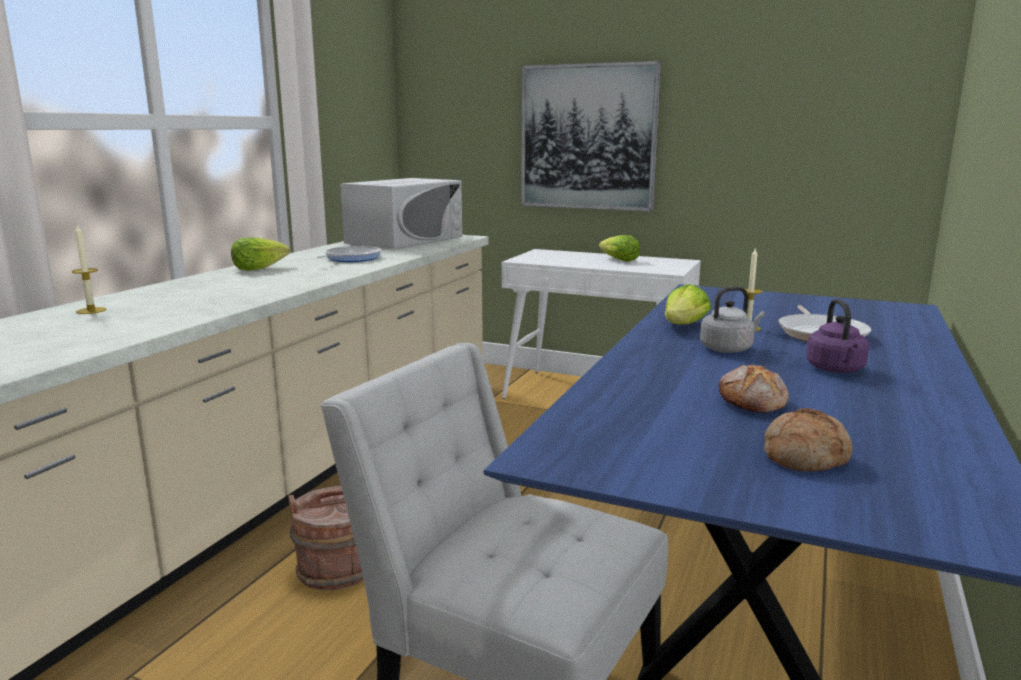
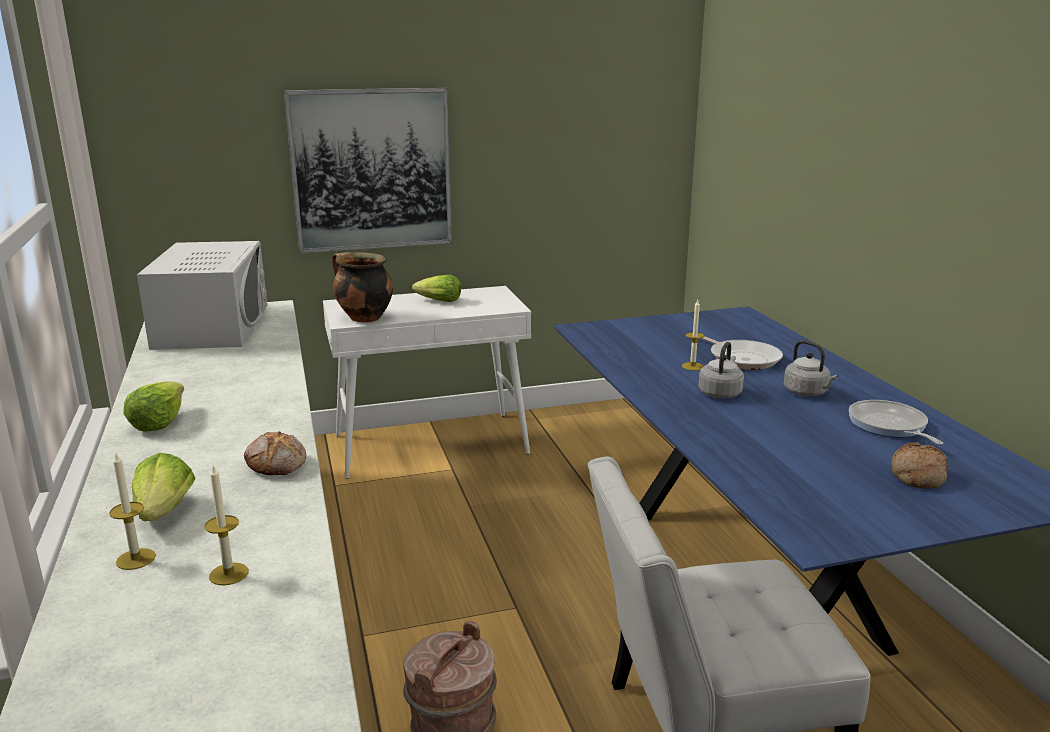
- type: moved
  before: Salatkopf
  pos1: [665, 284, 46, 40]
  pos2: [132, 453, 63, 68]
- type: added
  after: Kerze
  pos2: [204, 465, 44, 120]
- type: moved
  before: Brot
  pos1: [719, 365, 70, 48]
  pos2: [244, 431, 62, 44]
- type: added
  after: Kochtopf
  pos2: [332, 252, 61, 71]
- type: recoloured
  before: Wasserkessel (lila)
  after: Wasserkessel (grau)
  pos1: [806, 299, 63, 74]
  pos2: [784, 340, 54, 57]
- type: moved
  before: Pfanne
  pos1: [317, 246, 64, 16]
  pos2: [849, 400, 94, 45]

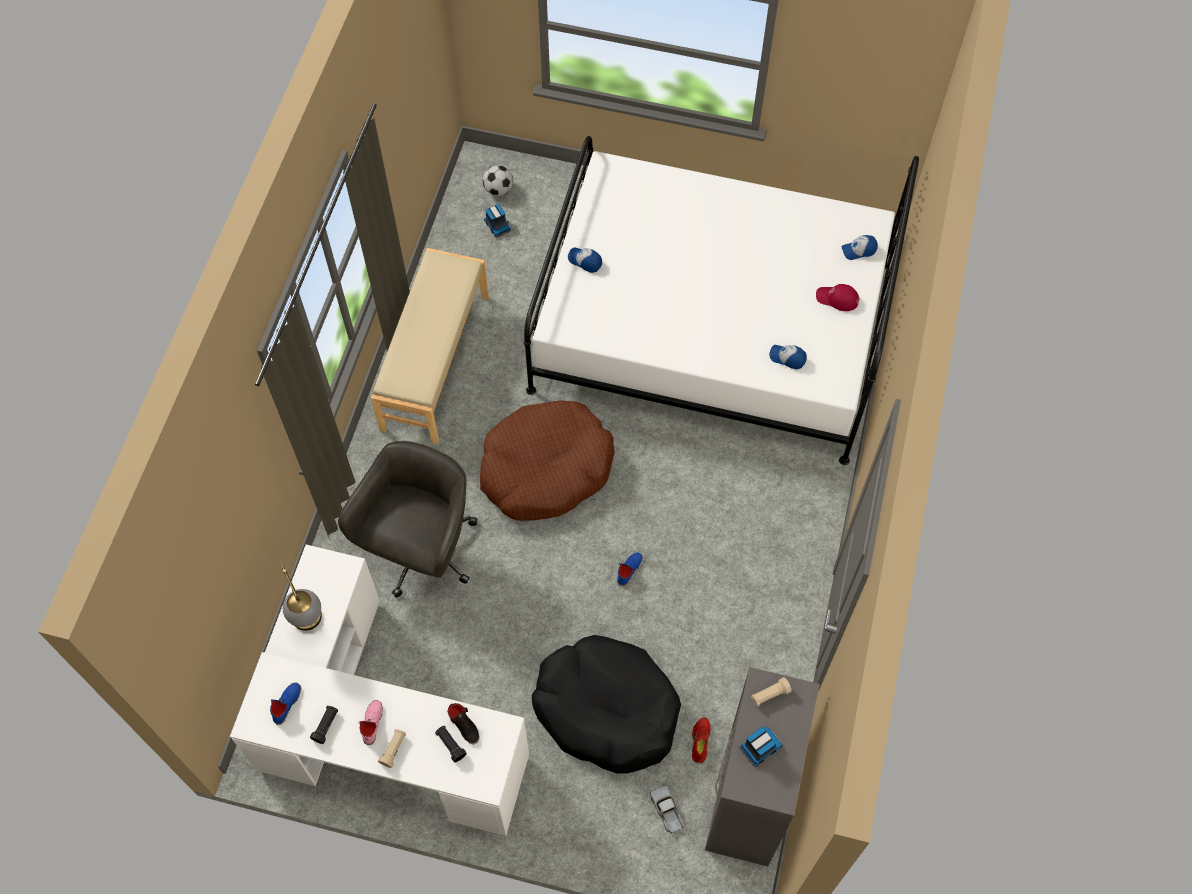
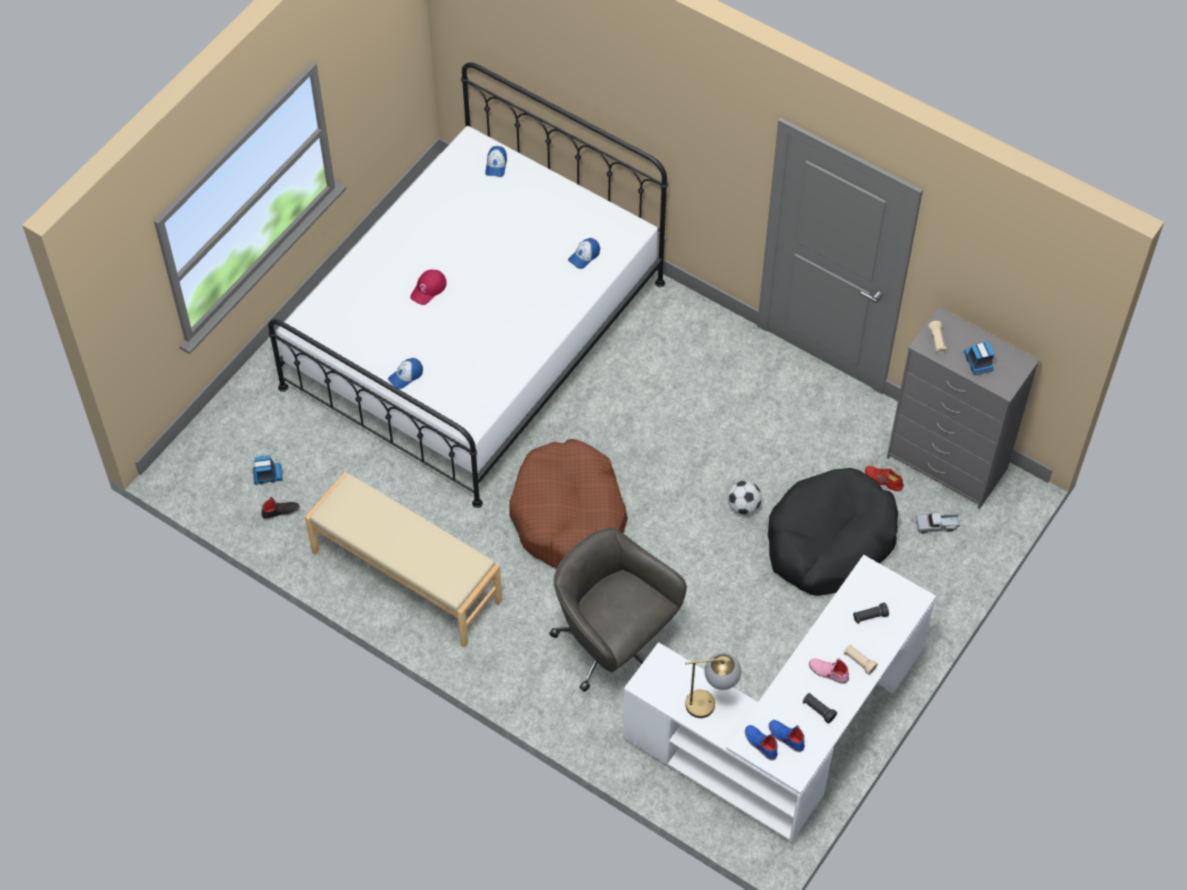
- type: moved
  before: Schuh (schwarz)
  pos1: [448, 703, 32, 41]
  pos2: [262, 497, 38, 23]
- type: moved
  before: Kappe (rot)
  pos1: [816, 284, 43, 27]
  pos2: [410, 270, 37, 35]
- type: moved
  before: Fußball
  pos1: [483, 165, 30, 31]
  pos2: [727, 480, 35, 35]
- type: moved
  before: Schuh (blau)
  pos1: [617, 552, 26, 34]
  pos2: [745, 725, 33, 35]

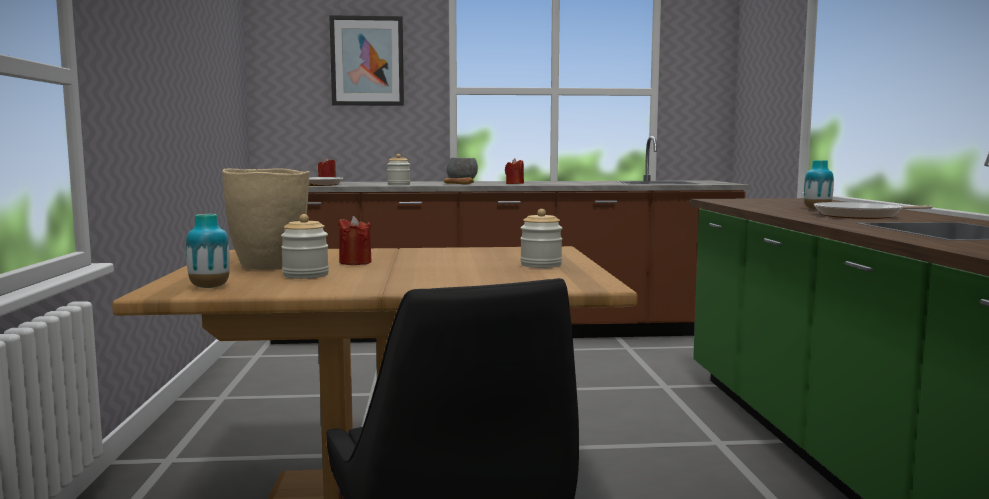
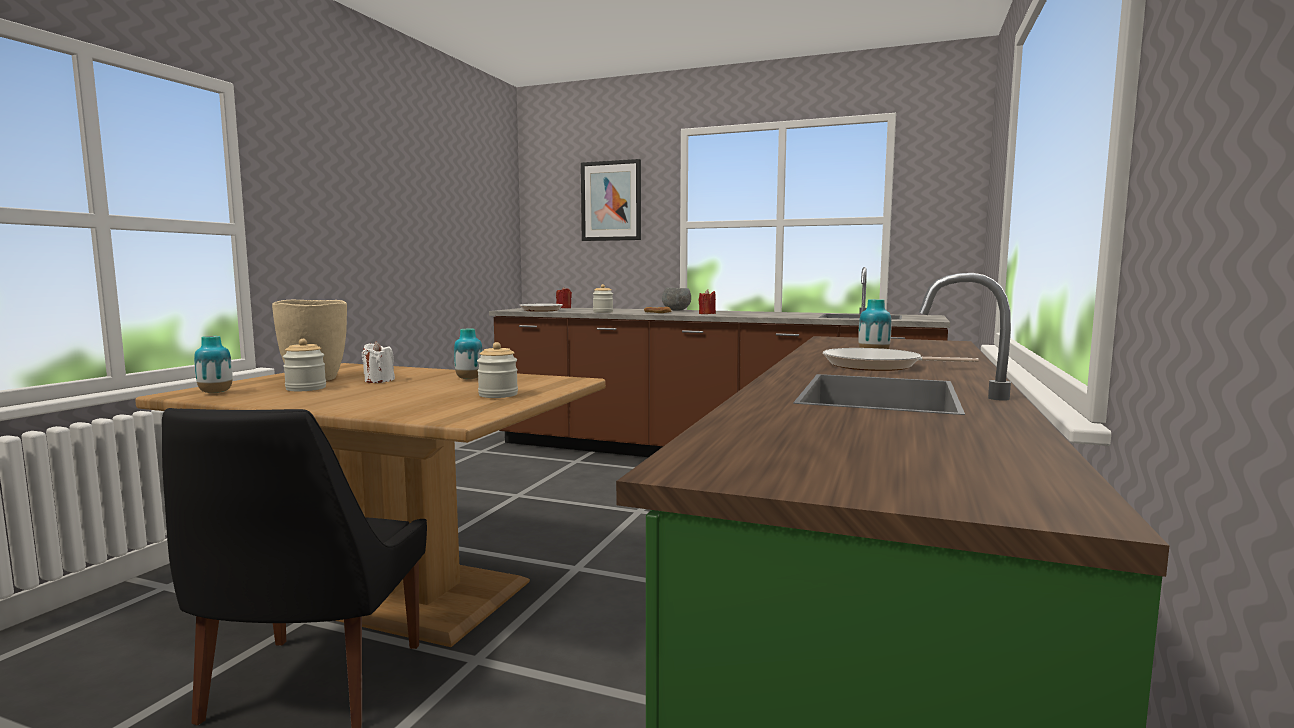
- type: recoloured
  before: Kerze (rot)
  after: Kerze (weiß)
  pos1: [338, 216, 34, 49]
  pos2: [362, 341, 33, 42]
- type: added
  after: Vase
  pos2: [454, 329, 29, 50]

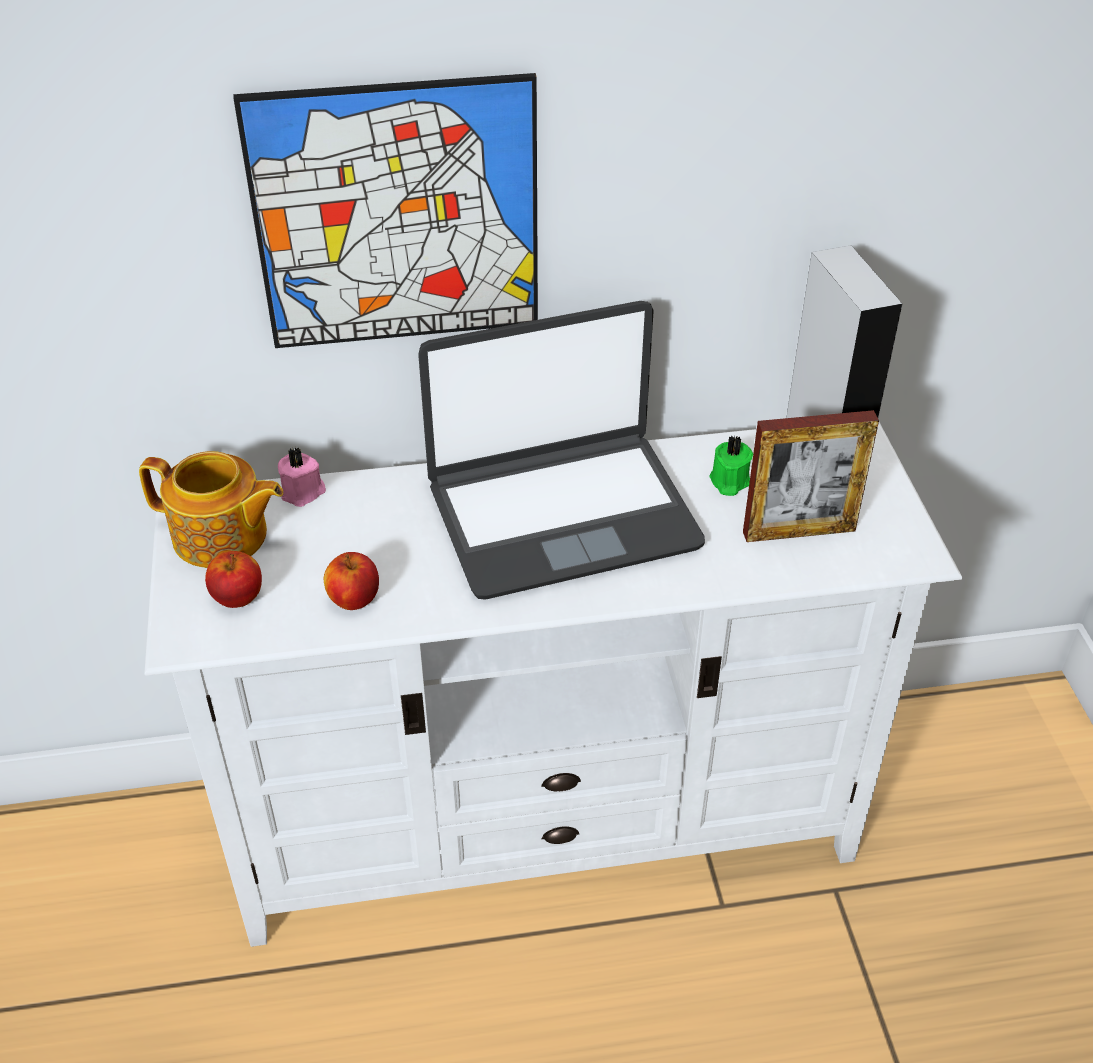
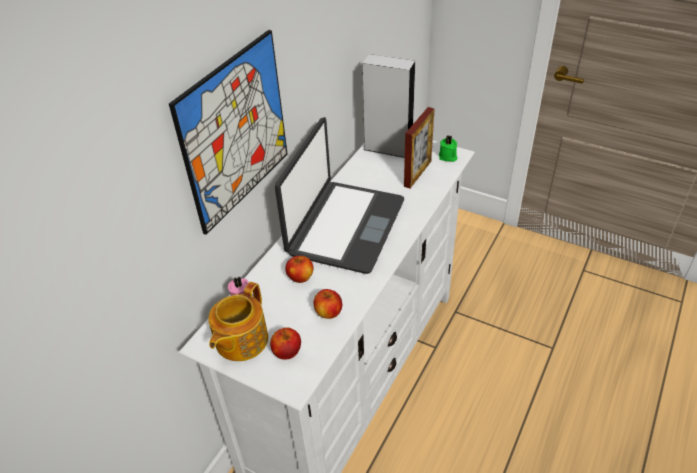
- type: turned
  before: Teekanne
  pos1: [139, 451, 144, 117]
  pos2: [208, 282, 60, 79]
  turn: 150
- type: added
  after: Apfel
  pos2: [285, 256, 28, 27]
- type: moved
  before: Kerze (grün)
  pos1: [709, 435, 44, 61]
  pos2: [439, 135, 19, 27]

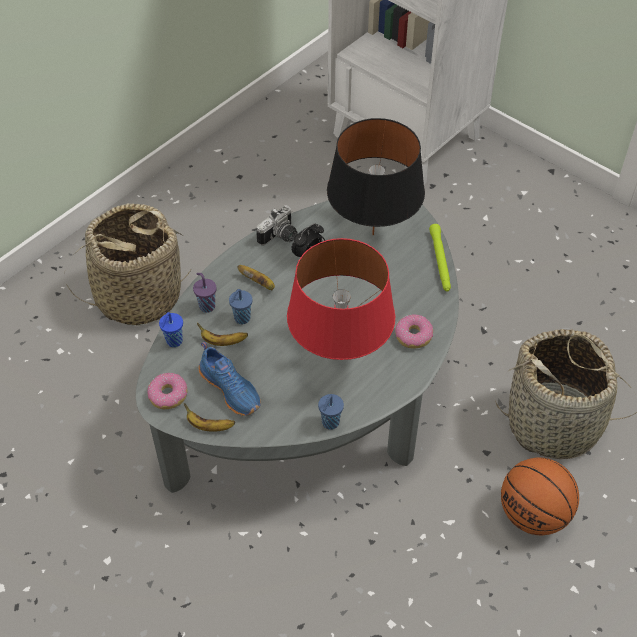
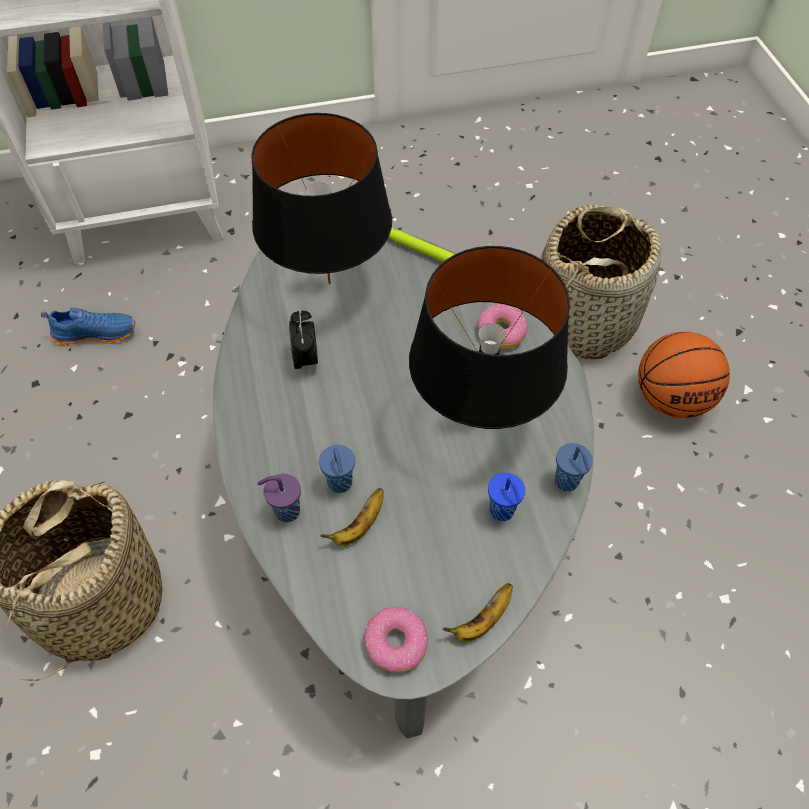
- type: moved
  before: Schuh (blau)
  pos1: [199, 342, 62, 74]
  pos2: [41, 307, 94, 38]
- type: recoloured
  before: Tischlampe (rot)
  after: Tischlampe (schwarz)
  pos1: [287, 238, 108, 122]
  pos2: [409, 246, 161, 183]
- type: moved
  before: Tasse (blau)
  pos1: [159, 312, 24, 35]
  pos2: [488, 473, 37, 48]
- type: removed
  before: Banane
  pos1: [237, 265, 38, 25]
- type: removed
  before: Kamera
  pos1: [256, 205, 42, 40]

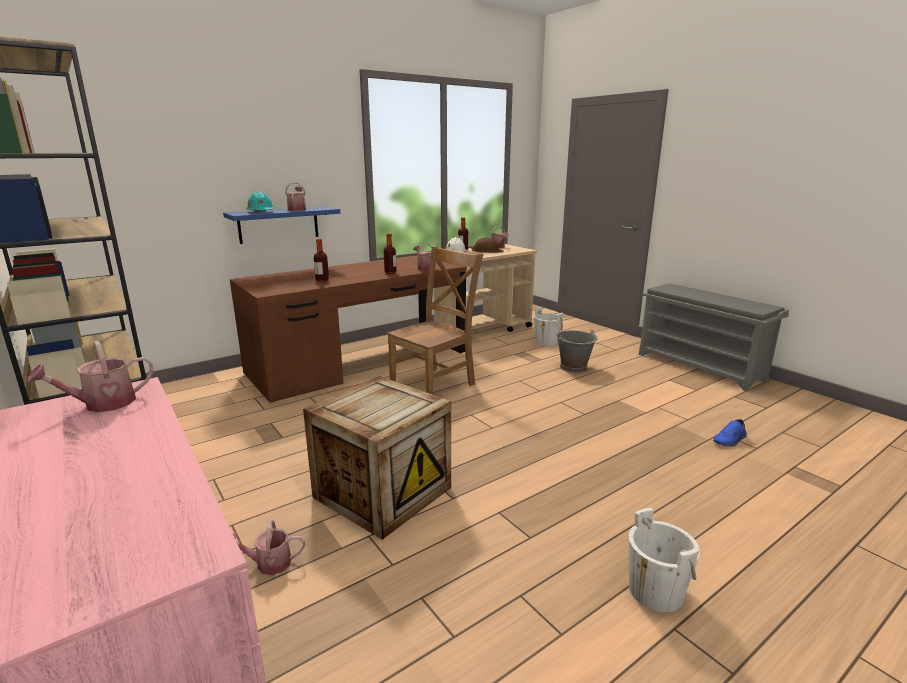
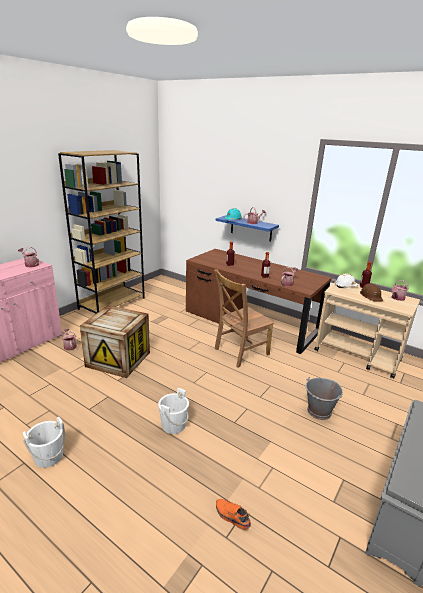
- type: moved
  before: Eimer (weiß)
  pos1: [534, 307, 29, 39]
  pos2: [158, 388, 31, 46]
- type: turned
  before: Stuhl (braun)
  pos1: [387, 246, 96, 148]
  pos2: [214, 269, 60, 99]
  turn: 120
- type: recoloured
  before: Schuh (blau)
  after: Schuh (orange)
  pos1: [713, 419, 34, 28]
  pos2: [216, 499, 35, 31]

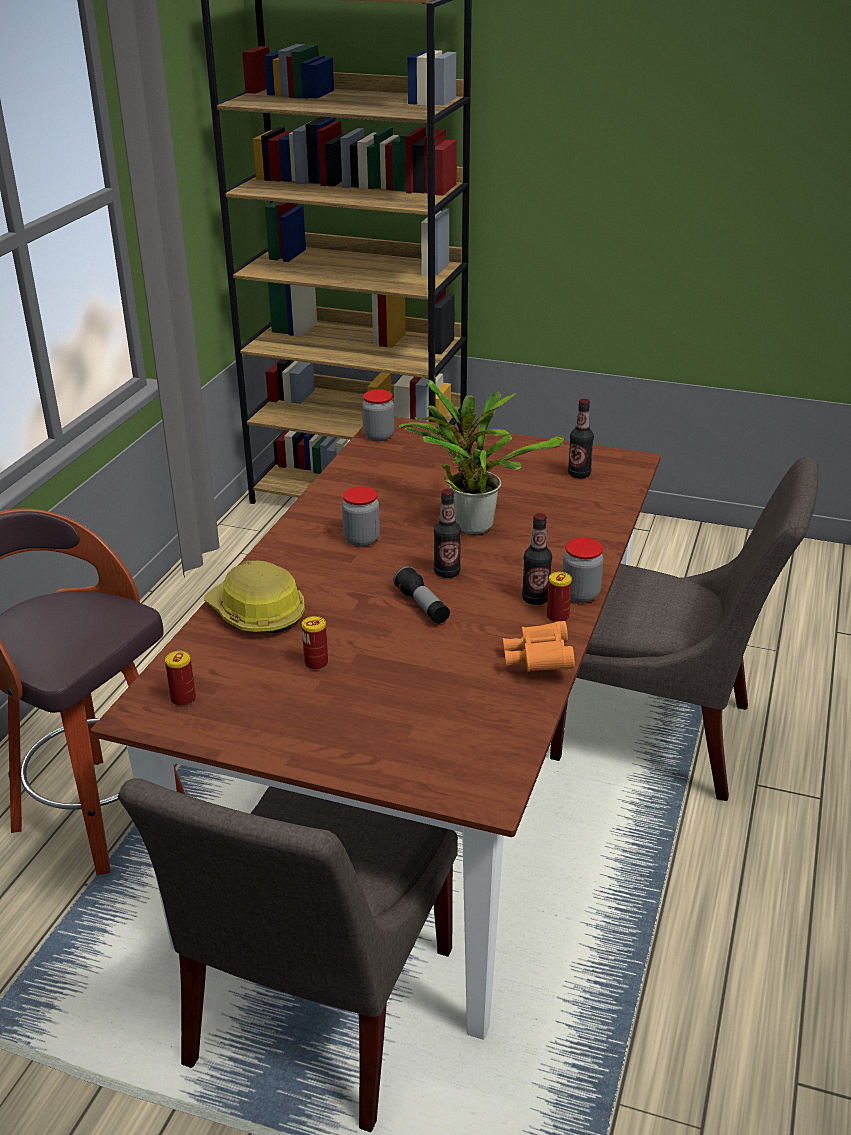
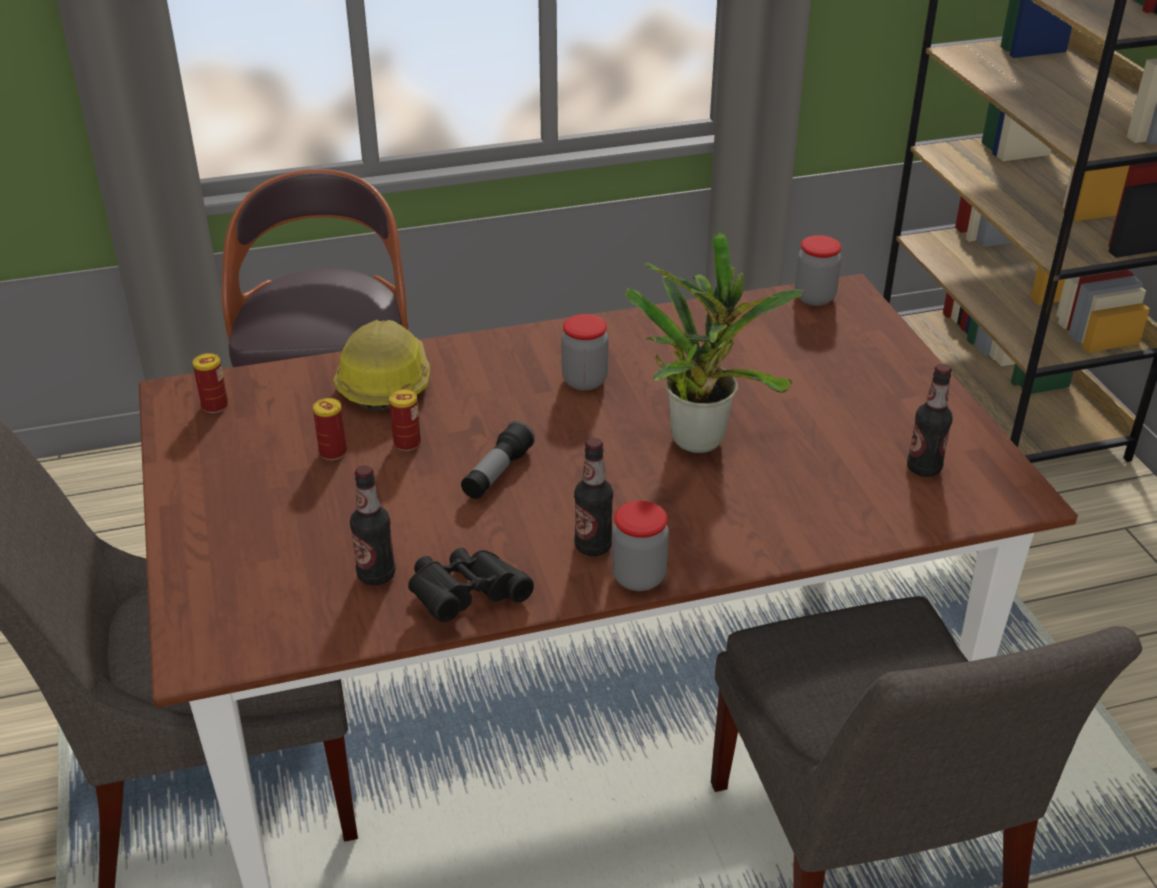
- type: moved
  before: Flasche
  pos1: [434, 489, 27, 89]
  pos2: [350, 465, 45, 121]
- type: moved
  before: Dose
  pos1: [547, 572, 25, 50]
  pos2: [389, 389, 32, 62]
- type: recoloured
  before: Fernglas (orange)
  after: Fernglas (schwarz)
  pos1: [503, 621, 72, 51]
  pos2: [408, 548, 126, 74]

